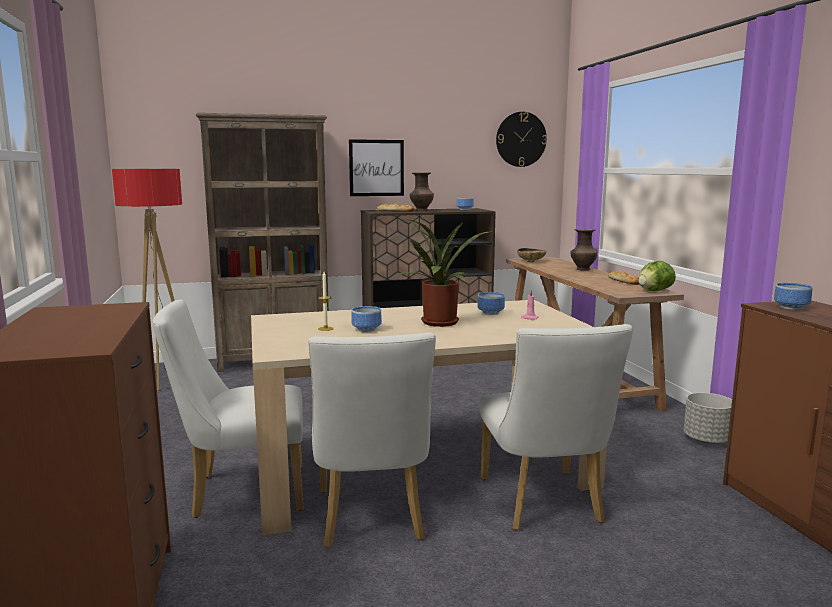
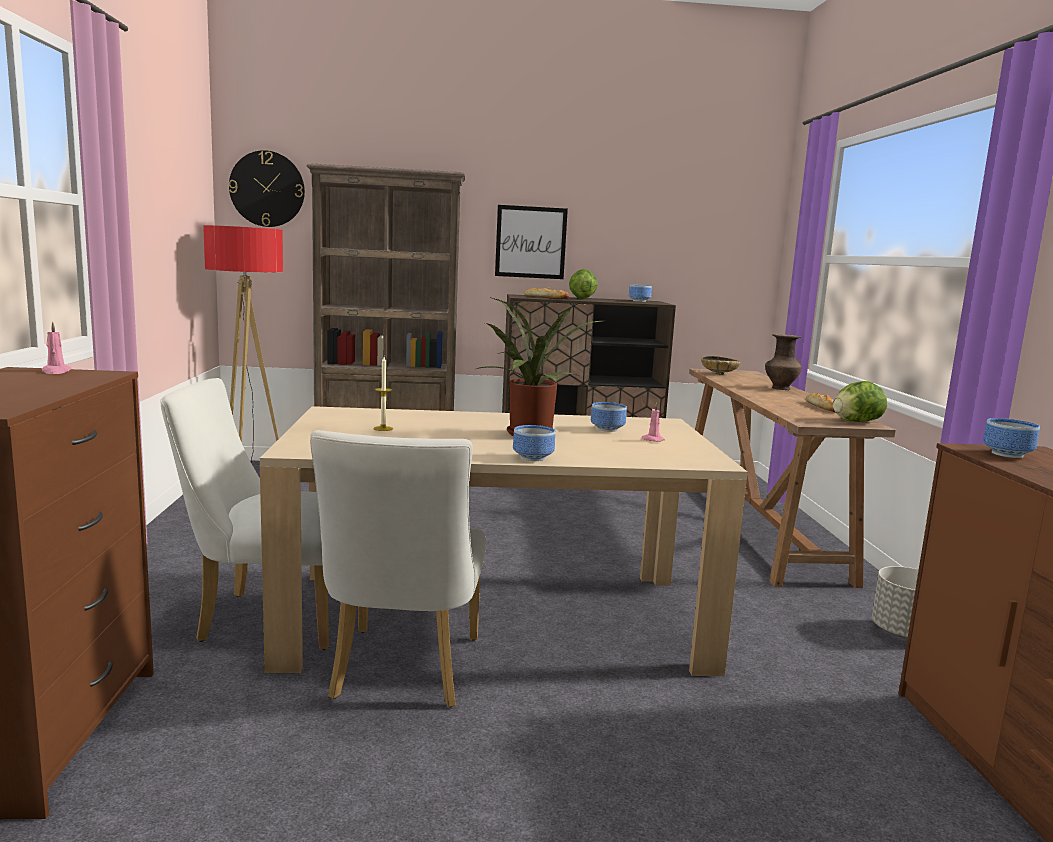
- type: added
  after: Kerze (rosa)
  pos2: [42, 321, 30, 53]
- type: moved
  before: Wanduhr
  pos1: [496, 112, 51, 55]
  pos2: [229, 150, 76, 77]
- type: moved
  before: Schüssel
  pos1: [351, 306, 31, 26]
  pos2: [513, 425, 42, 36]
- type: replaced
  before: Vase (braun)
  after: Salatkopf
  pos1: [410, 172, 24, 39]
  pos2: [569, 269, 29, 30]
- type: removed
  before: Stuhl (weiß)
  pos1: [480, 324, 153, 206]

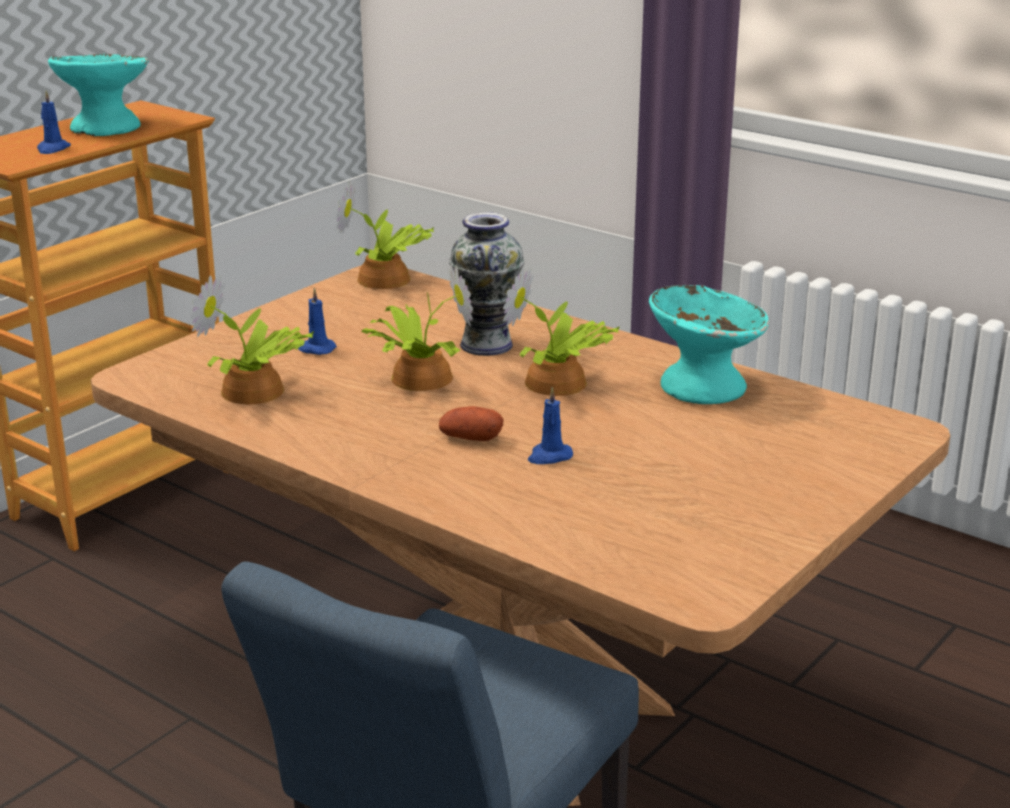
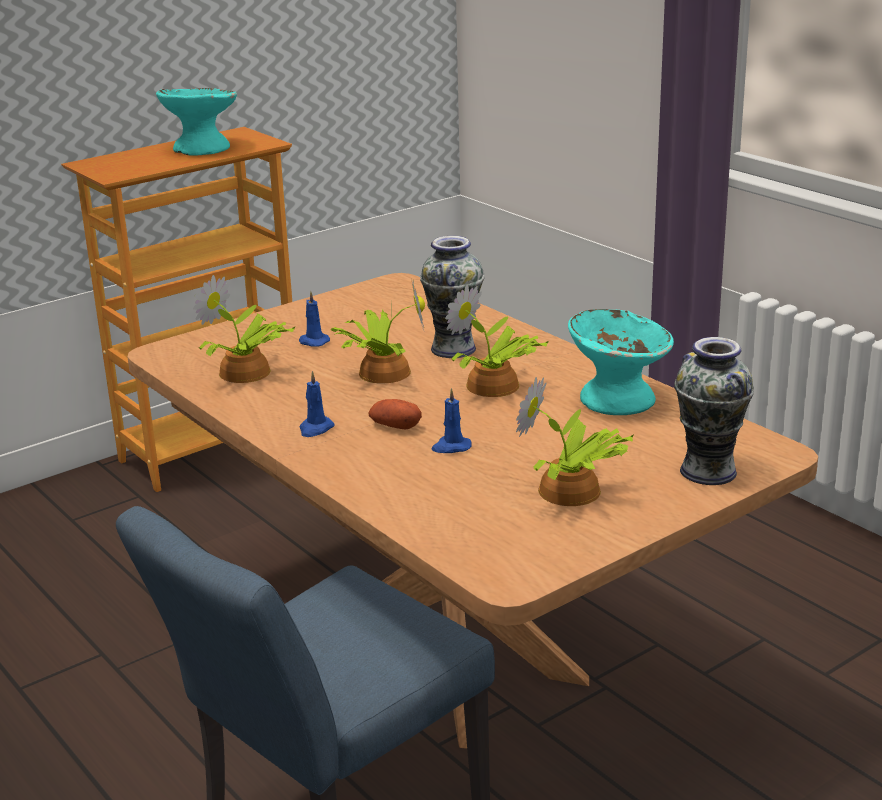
- type: moved
  before: Kerze (blau)
  pos1: [37, 91, 34, 63]
  pos2: [299, 371, 35, 66]
- type: moved
  before: Topfpflanze
  pos1: [336, 181, 98, 108]
  pos2: [516, 377, 118, 129]
- type: added
  after: Vase
  pos2: [674, 337, 80, 148]

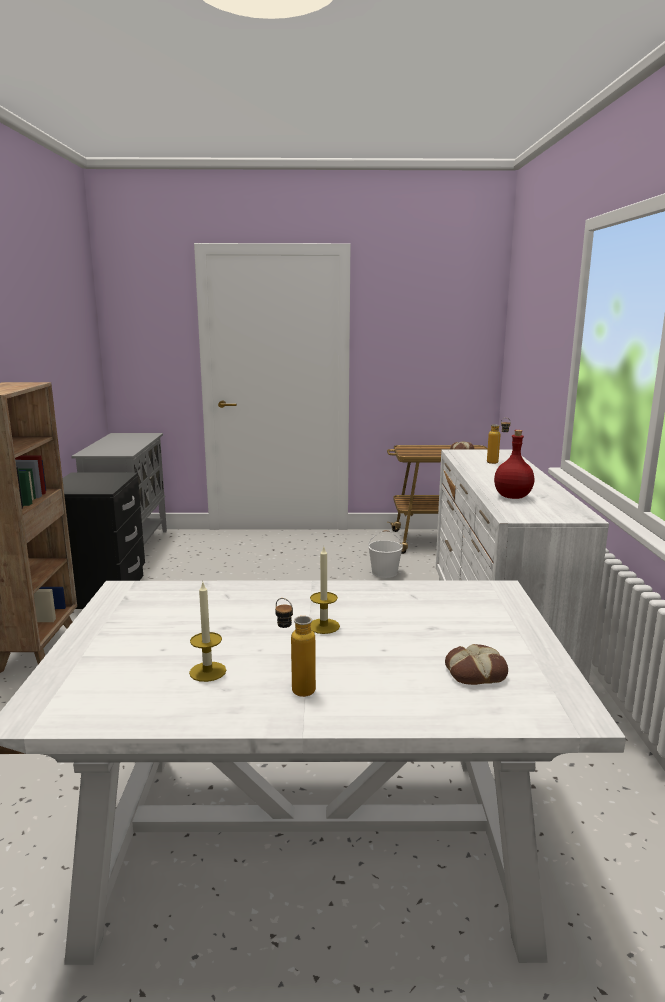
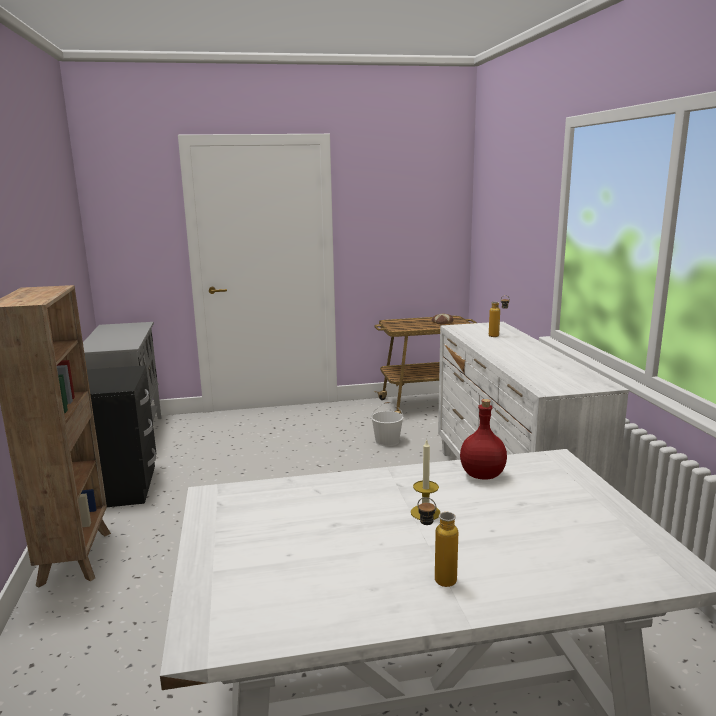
- type: moved
  before: Flasche (rot)
  pos1: [494, 430, 40, 69]
  pos2: [460, 399, 47, 81]
- type: removed
  before: Kerze
  pos1: [189, 583, 37, 99]
- type: removed
  before: Brot
  pos1: [445, 644, 63, 41]

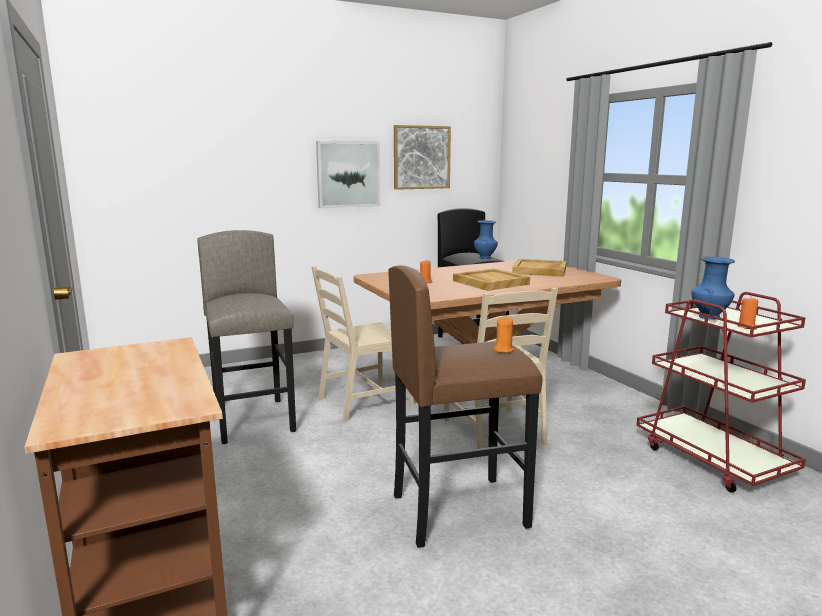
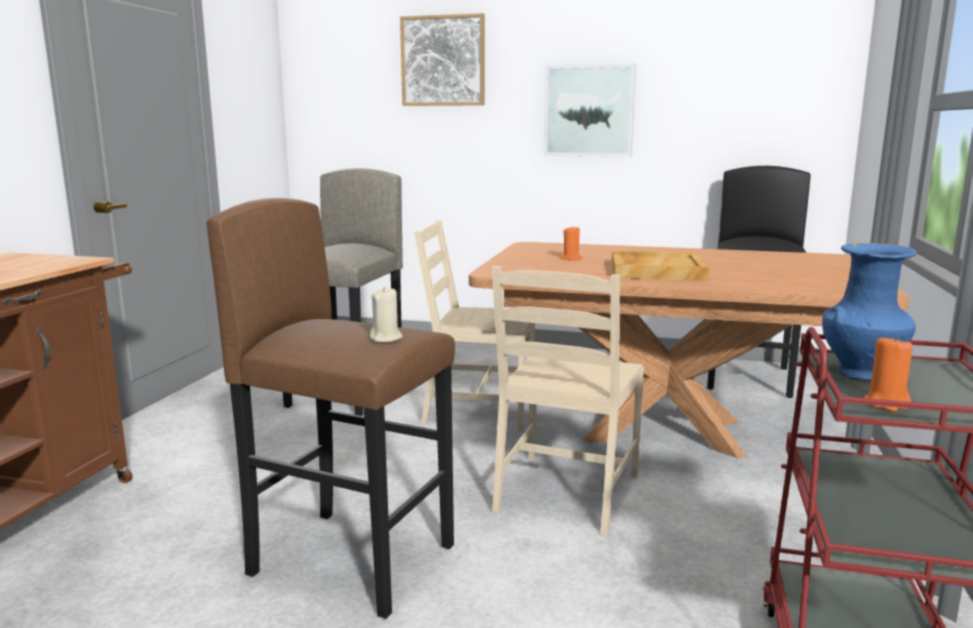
- type: recoloured
  before: Kerze (orange)
  after: Kerze (beige)
  pos1: [493, 317, 21, 36]
  pos2: [369, 287, 34, 55]
- type: moved
  before: Bild
  pos1: [394, 125, 57, 65]
  pos2: [400, 13, 85, 93]
- type: removed
  before: Vase (blau)
  pos1: [474, 220, 24, 39]
- type: removed
  before: Tablett (beige)
  pos1: [512, 259, 55, 18]

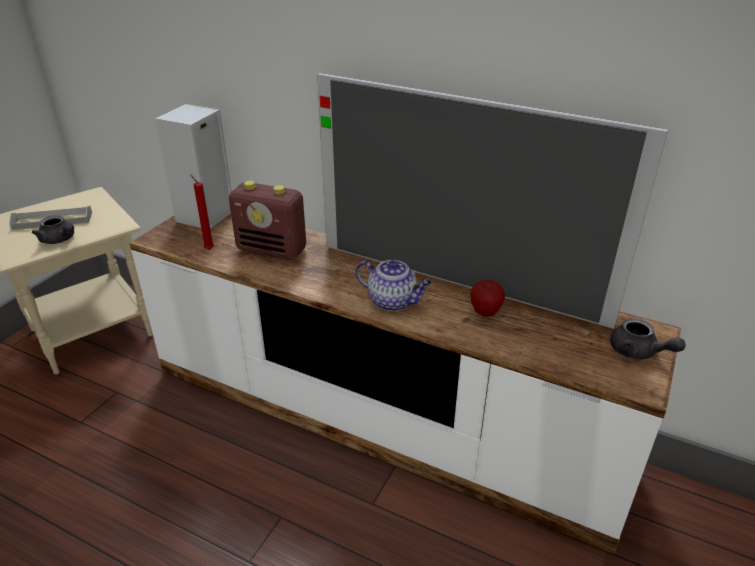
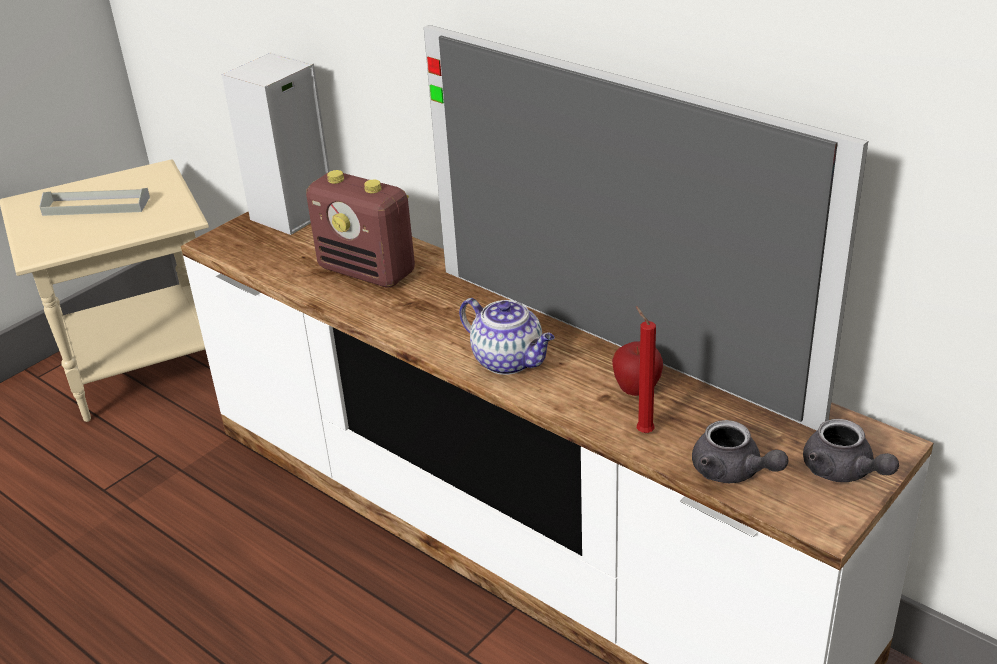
- type: moved
  before: Kerze (rot)
  pos1: [190, 174, 24, 76]
  pos2: [636, 306, 20, 127]
- type: moved
  before: Teekanne (grau)
  pos1: [32, 215, 42, 29]
  pos2: [692, 420, 97, 63]

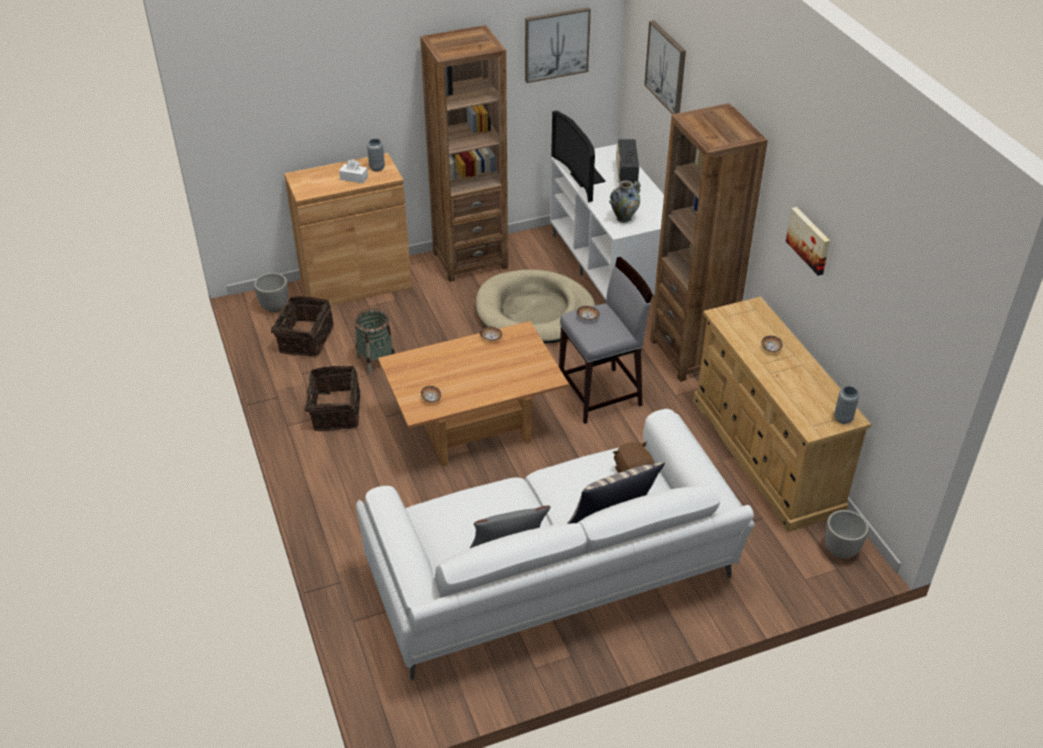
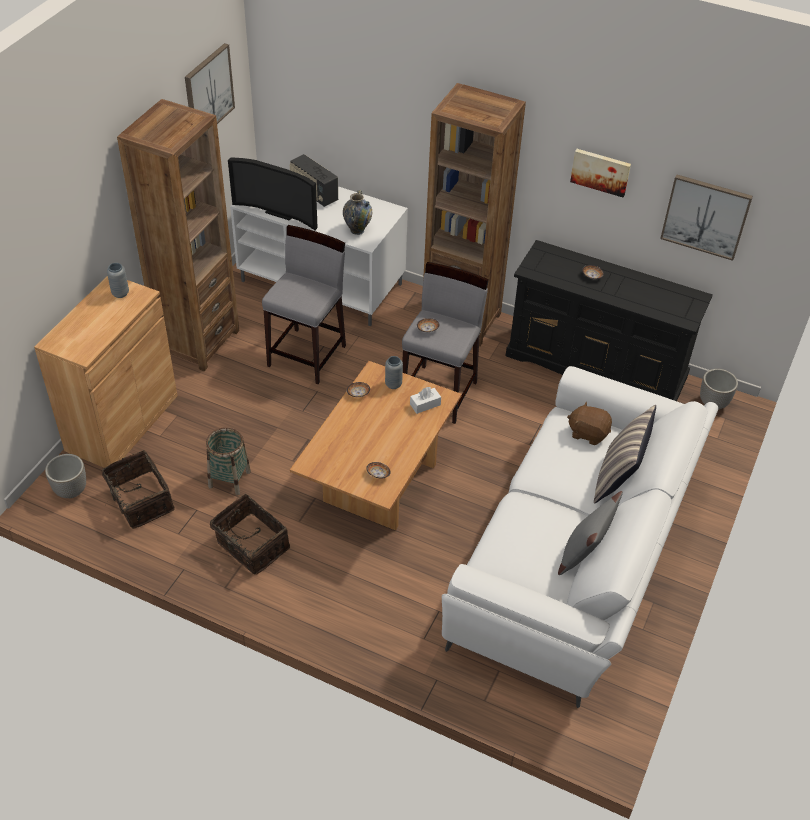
- type: replaced
  before: Hundebett (beige)
  after: Hocker (grau)
  pos1: [476, 270, 119, 74]
  pos2: [262, 225, 84, 159]
- type: moved
  before: Vase (grau)
  pos1: [834, 386, 25, 38]
  pos2: [385, 356, 18, 33]
- type: moved
  before: Taschentuchbox (weiß)
  pos1: [339, 159, 29, 24]
  pos2: [410, 387, 31, 27]
- type: recoloured
  before: Kommode (beige)
  after: Kommode (schwarz)
  pos1: [693, 296, 178, 236]
  pos2: [506, 240, 207, 161]
- type: moved
  before: Bild
  pos1: [644, 20, 42, 94]
  pos2: [660, 174, 93, 87]

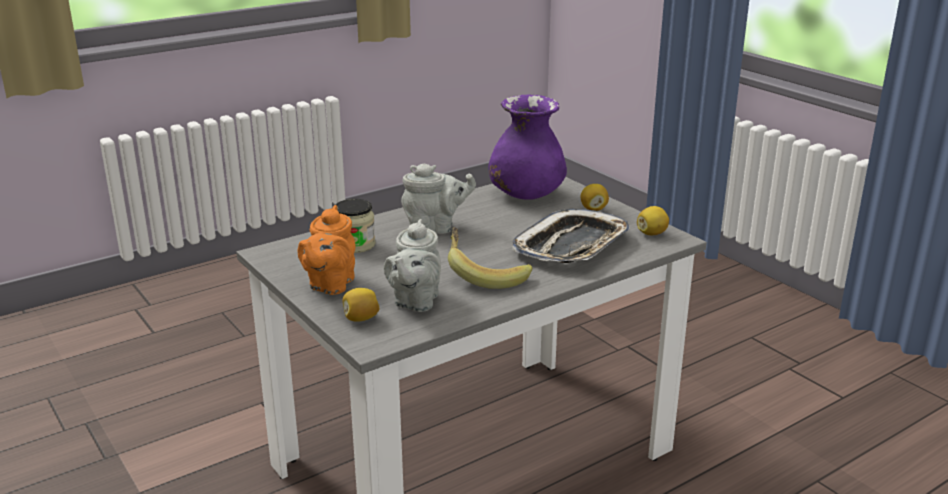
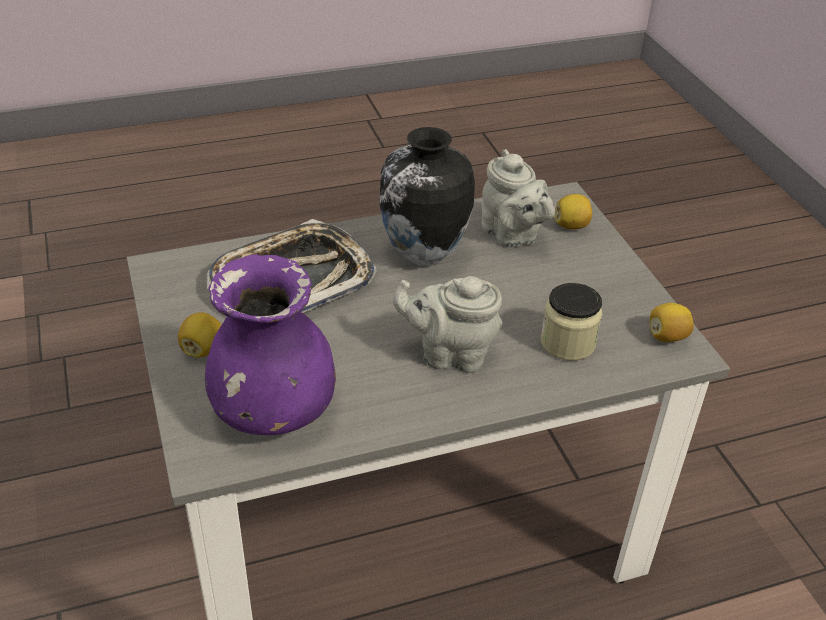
- type: replaced
  before: Banane
  after: Vase
  pos1: [448, 227, 84, 62]
  pos2: [380, 127, 95, 140]
- type: turned
  before: Teekanne (grau)
  pos1: [384, 219, 57, 93]
  pos2: [481, 149, 74, 98]
  turn: 120
- type: moved
  before: Zitrone
  pos1: [637, 206, 32, 29]
  pos2: [650, 303, 44, 39]
- type: removed
  before: Teekanne (orange)
  pos1: [298, 205, 57, 90]

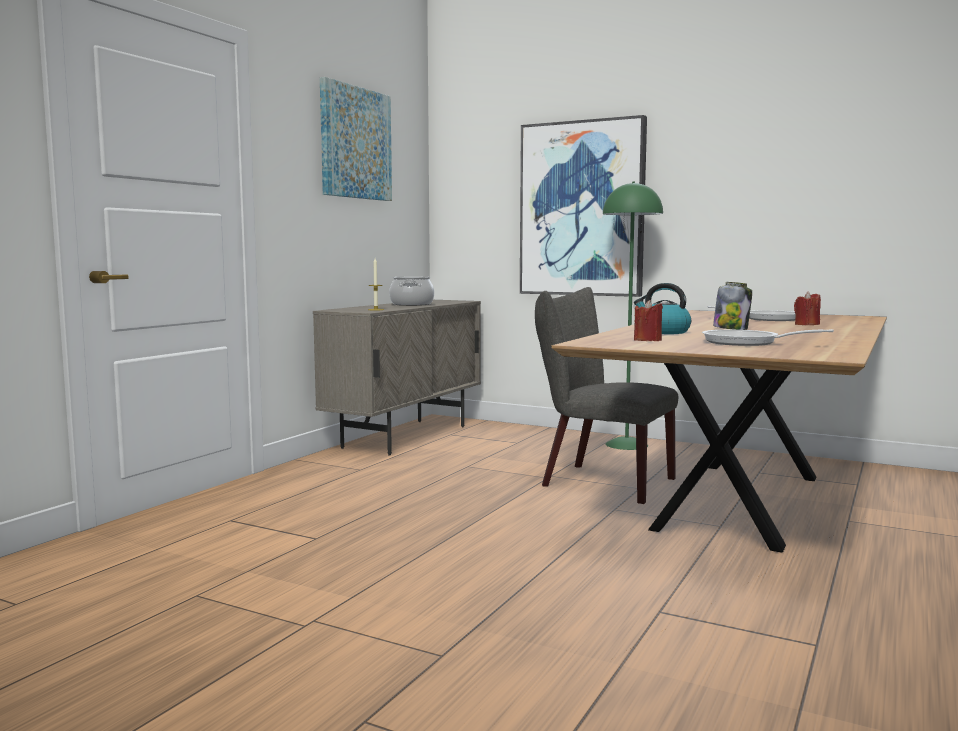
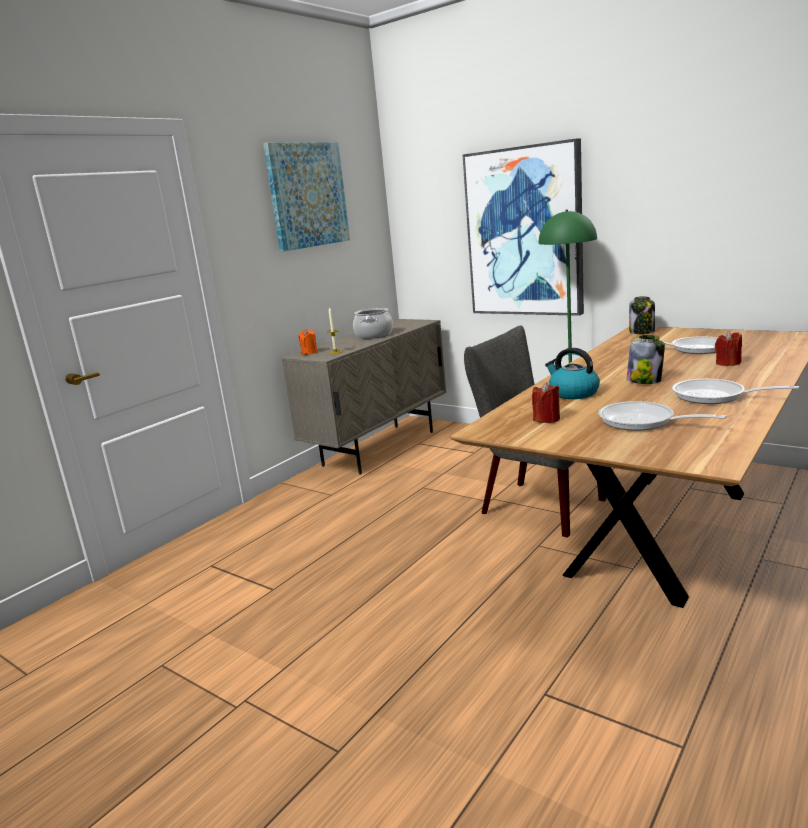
- type: added
  after: Kerze (orange)
  pos2: [298, 329, 20, 26]
- type: added
  after: Vorratsglas
  pos2: [629, 296, 26, 38]
- type: added
  after: Pfanne
  pos2: [672, 379, 127, 25]

